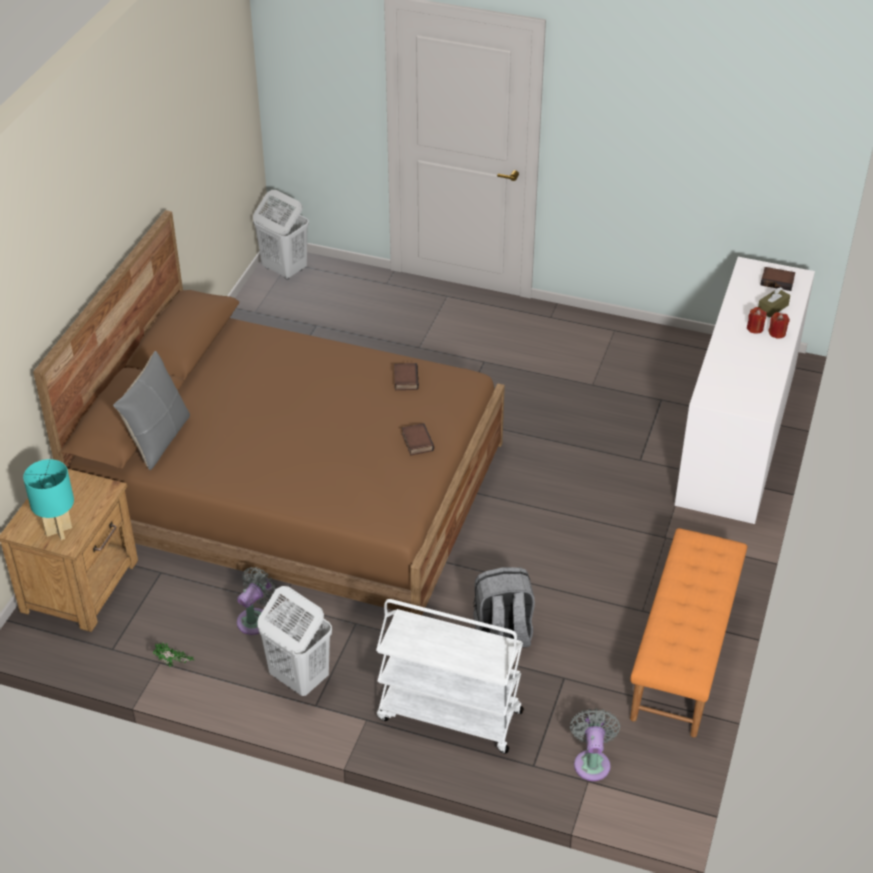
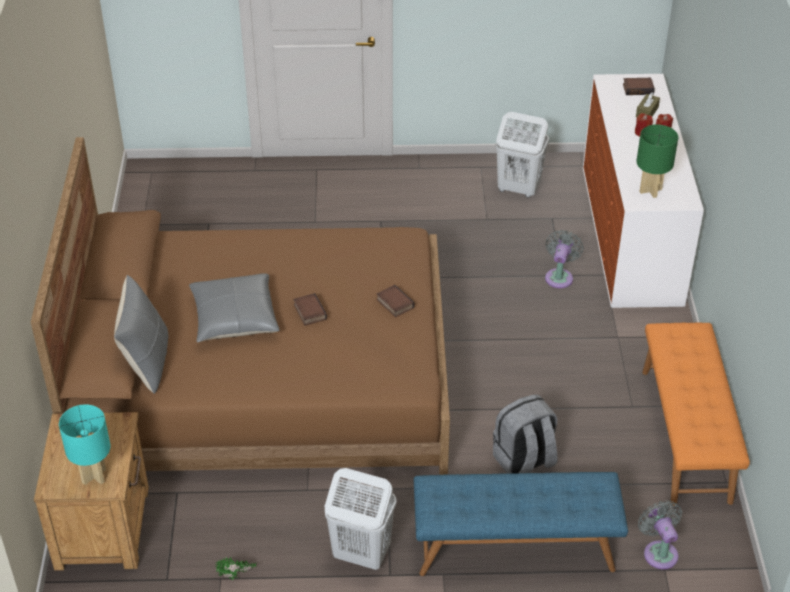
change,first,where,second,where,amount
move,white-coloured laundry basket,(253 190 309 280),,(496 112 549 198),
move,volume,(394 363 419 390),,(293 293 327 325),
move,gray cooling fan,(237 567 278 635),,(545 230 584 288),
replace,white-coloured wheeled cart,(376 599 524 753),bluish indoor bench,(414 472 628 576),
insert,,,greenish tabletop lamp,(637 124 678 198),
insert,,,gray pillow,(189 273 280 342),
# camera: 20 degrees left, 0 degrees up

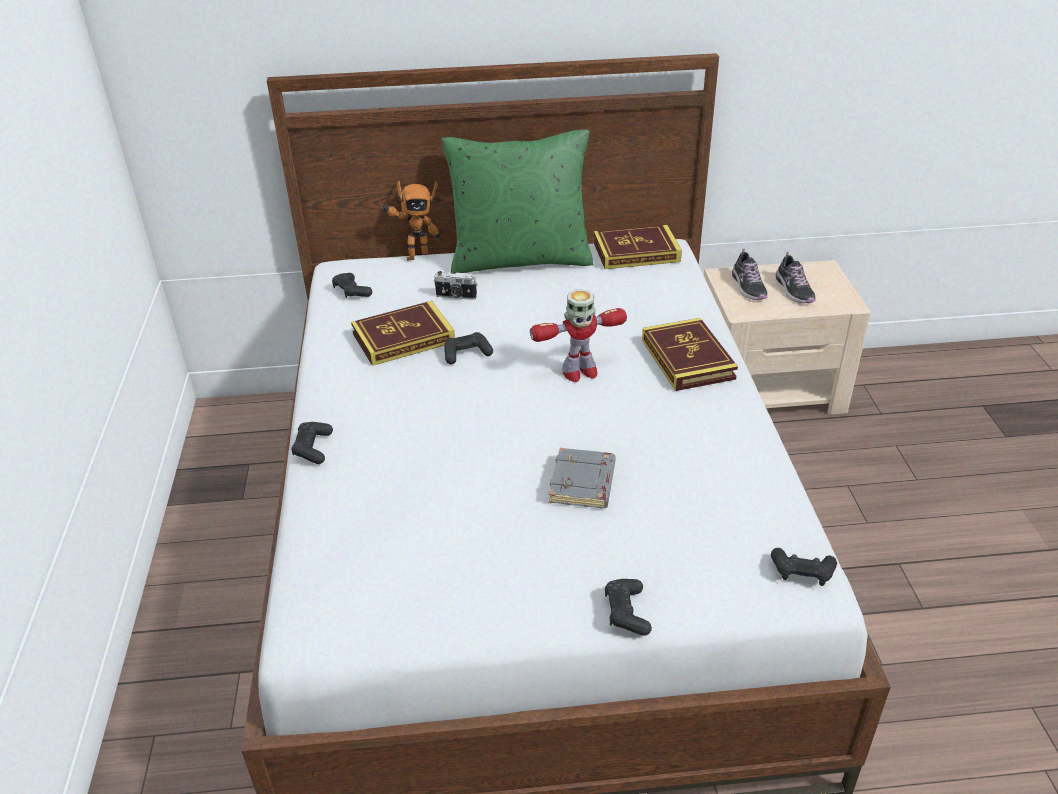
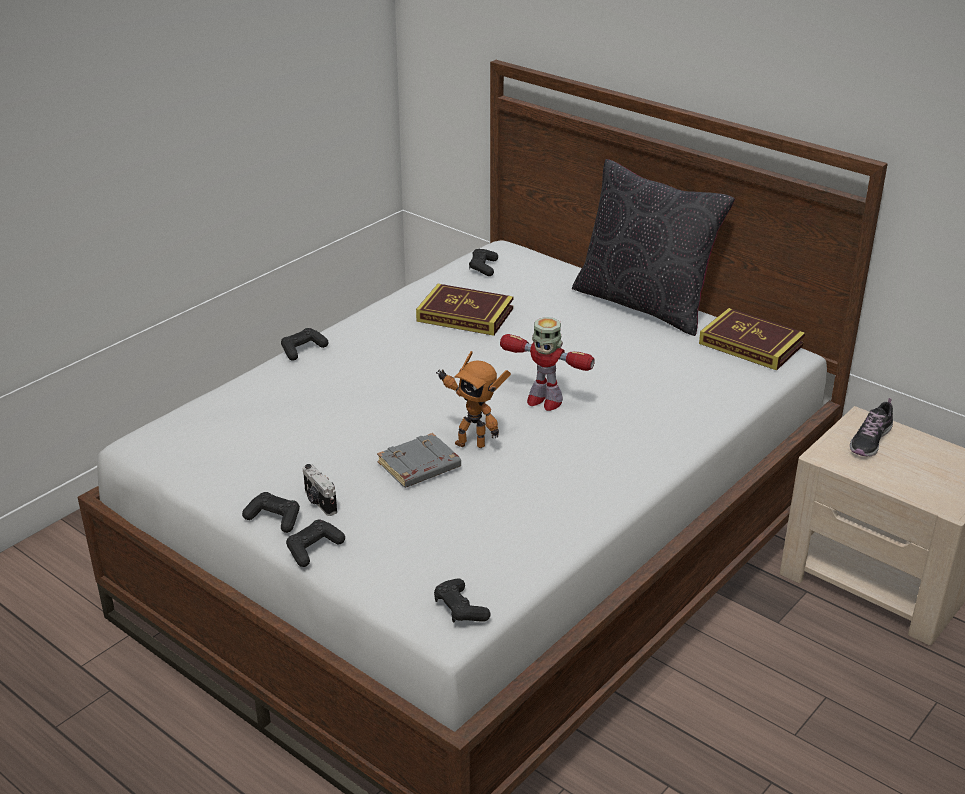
change,first,where,second,where,amount
recolor,greenish pillow,(442 129 593 274),black pillow,(572 159 735 336),
move,model robot,(380 181 440 261),,(436 351 511 448),
delete,shoe,(776 252 816 303),,,
move,still camera,(434 271 477 300),,(303 464 337 516),
delete,volume,(642 318 738 391),,,
move,black joypad,(445 332 493 364),,(242 492 300 533),
# camera: 45 degrees right, 5 degrees down

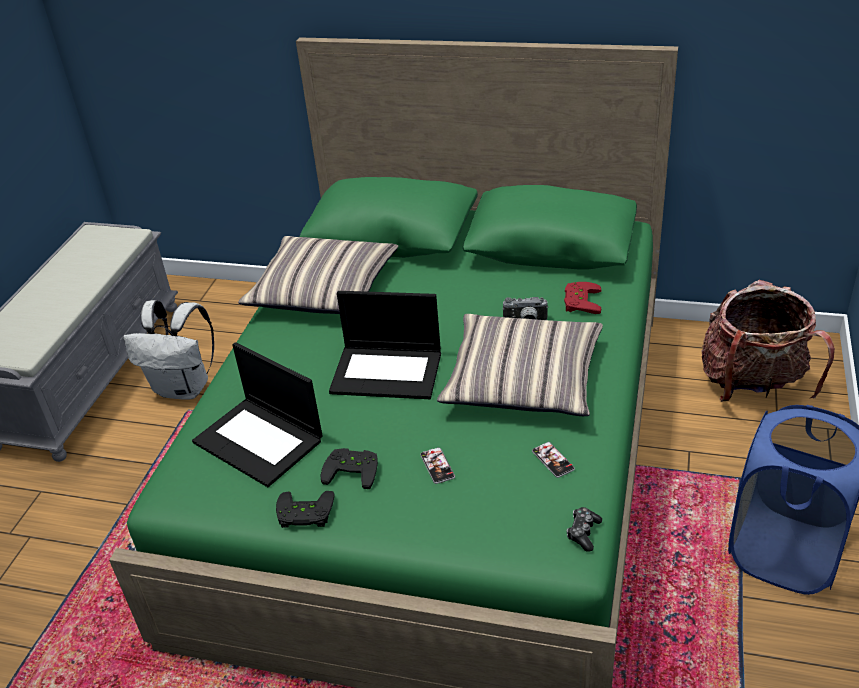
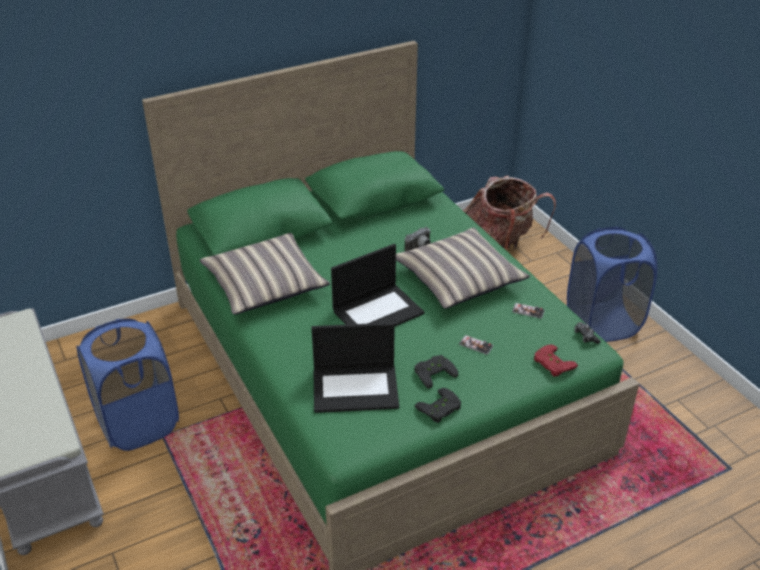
change,first,where,second,where,amount
move,red joypad,(564 282 601 314),,(534 345 578 377),
replace,white-coloured knapsack,(123 300 214 400),bluish laundry basket,(76 318 179 451),
# camera: 45 degrees left, 0 degrees up

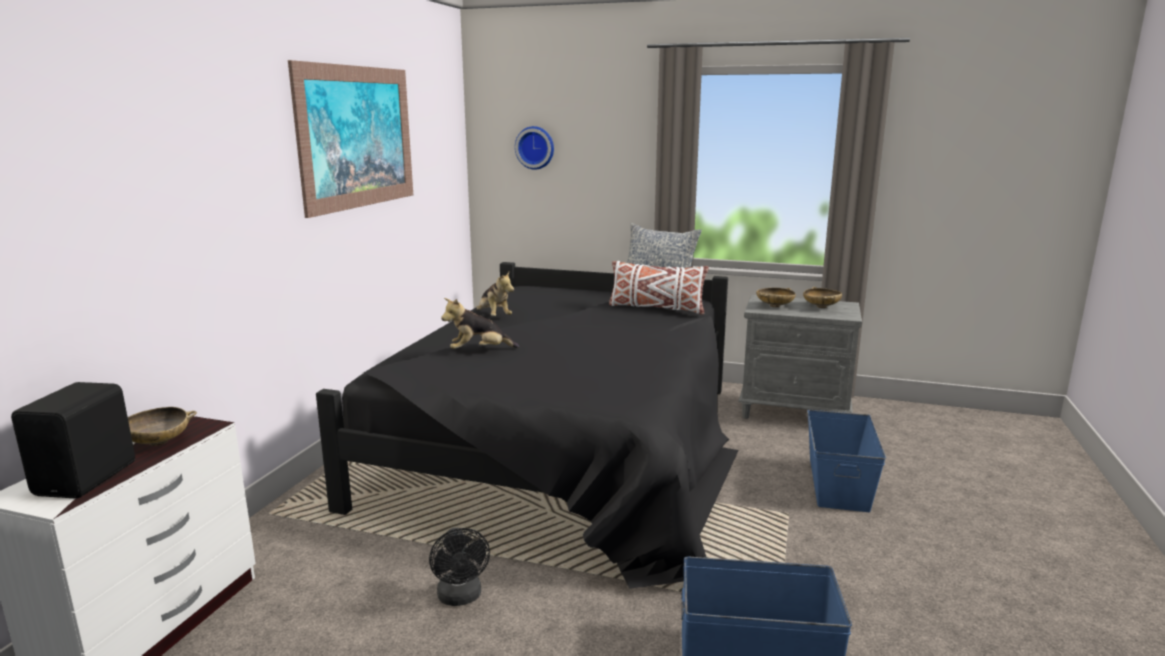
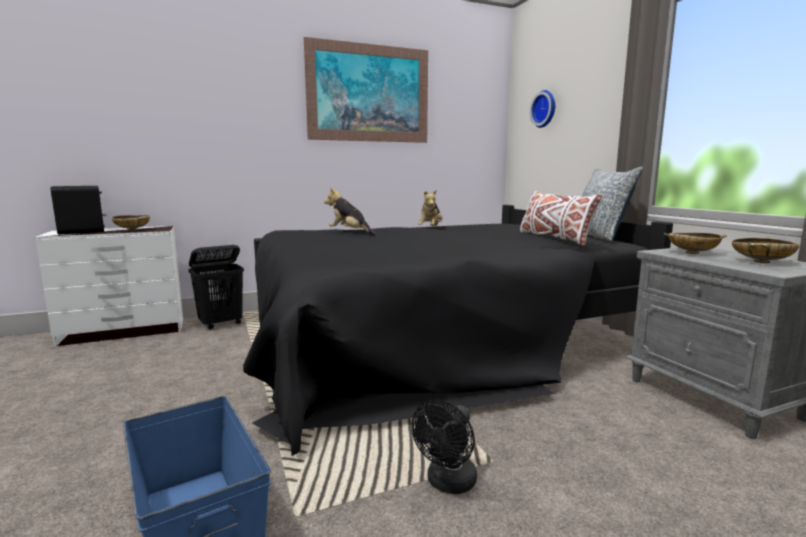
change,first,where,second,where,amount
delete,bluish storage container,(807 410 886 512),,,
move,black cooling fan,(429 528 490 606),,(411 400 477 494),
insert,,,black laundry basket,(188 245 244 329),
# camera: 50 degrees right, 5 degrees down

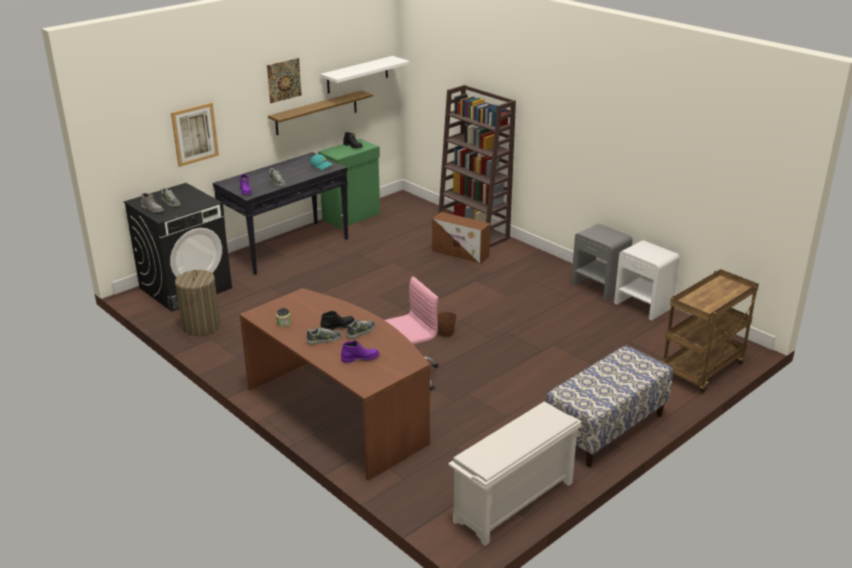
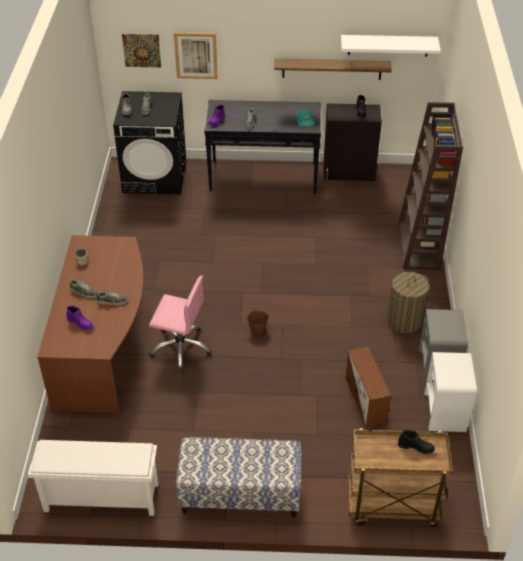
change,first,where,second,where,amount
move,picture,(267 58 302 103),,(122 34 161 68),
recolor,greenish cupboard,(318 139 380 229),black cupboard,(323 103 382 181),
move,brownish storage container,(432 212 490 263),,(346 347 391 427),
move,laundry basket,(175 270 220 336),,(387 272 429 333),
move,black tall boot,(321 311 355 331),,(398 430 435 454),
# camera: 45 degrees right, 15 degrees up

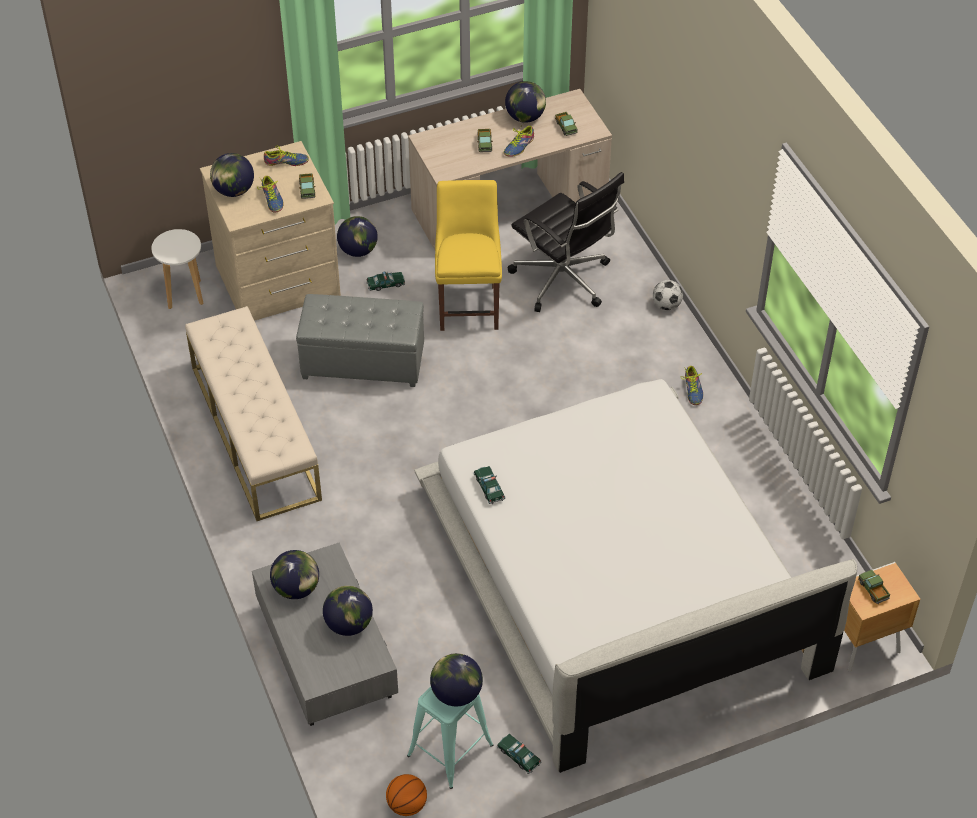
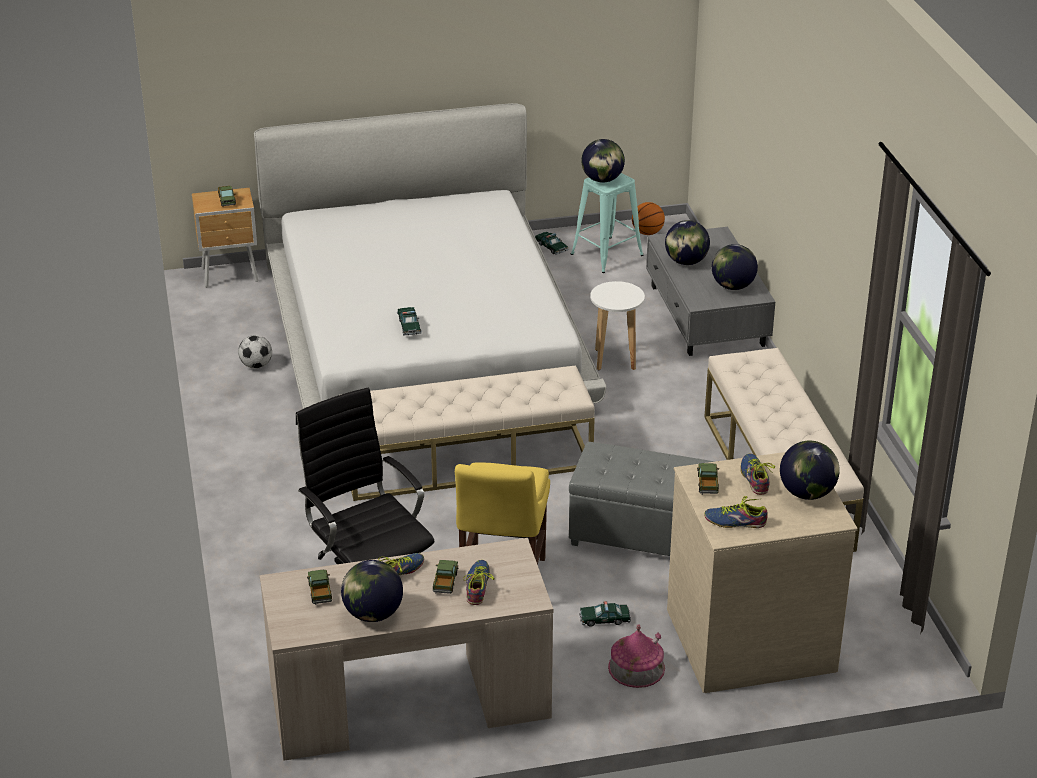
change,first,where,second,where,amount
replace,desk globe,(337 216 378 257),toy house,(608 624 665 688),
move,white-coloured stool seat,(151 229 204 309),,(590 281 645 370),
move,football ball,(653 280 683 310),,(238 335 272 369),
move,shoe,(681 366 703 405),,(463 560 495 605),
move,toy car,(473 466 506 504),,(397 307 422 335),
insert,,,sand-coloured indoor bench,(341 365 595 501),
# camera: 170 degrees left, 15 degrees down

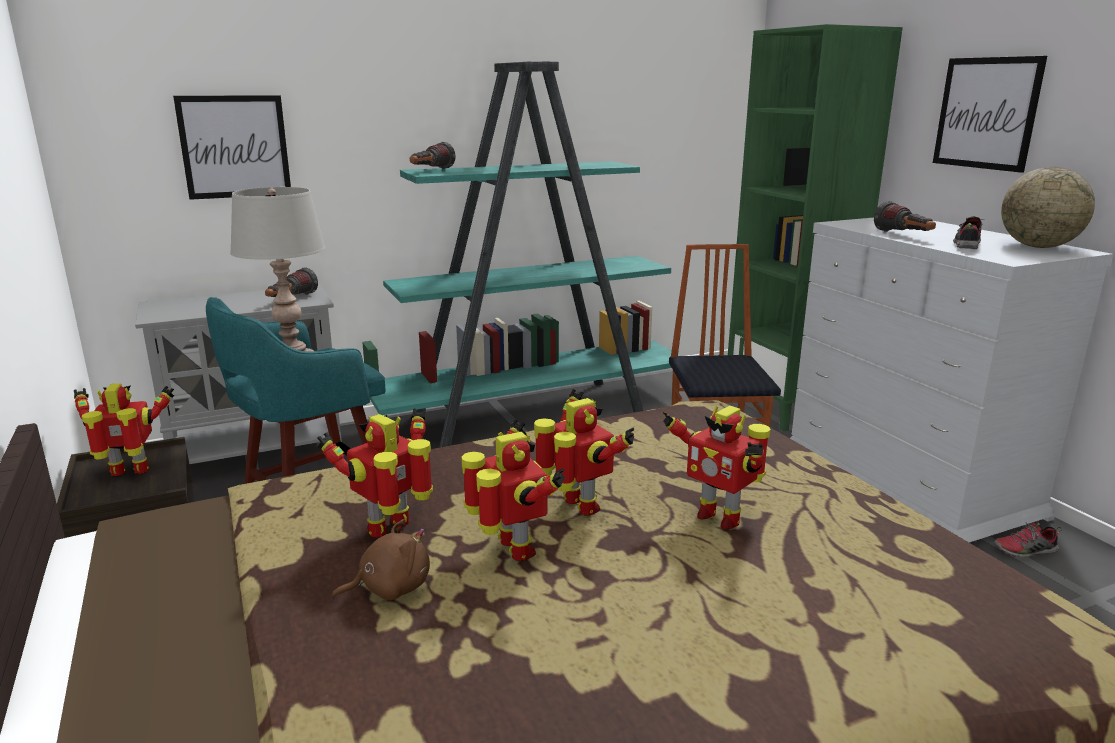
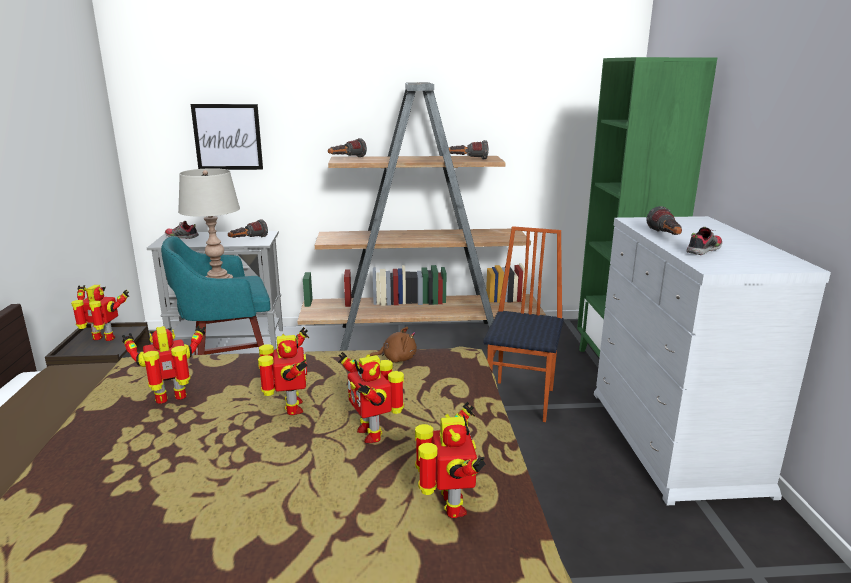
change,first,where,second,where,amount
delete,picture,(933 56 1047 173),,,
recolor,turquoise bookshelf,(362 62 681 448),brownish bookshelf,(297 82 546 351),
delete,desk globe,(1001 167 1095 248),,,
move,model robot,(462 419 565 561),,(415 401 486 518),
move,brownish soft toy,(331 519 430 600),,(369 327 417 363),
move,shoe,(993 522 1062 558),,(165 221 199 239),
insert,,,torch,(449 140 489 160),
# camera: 20 degrees right, 0 degrees up

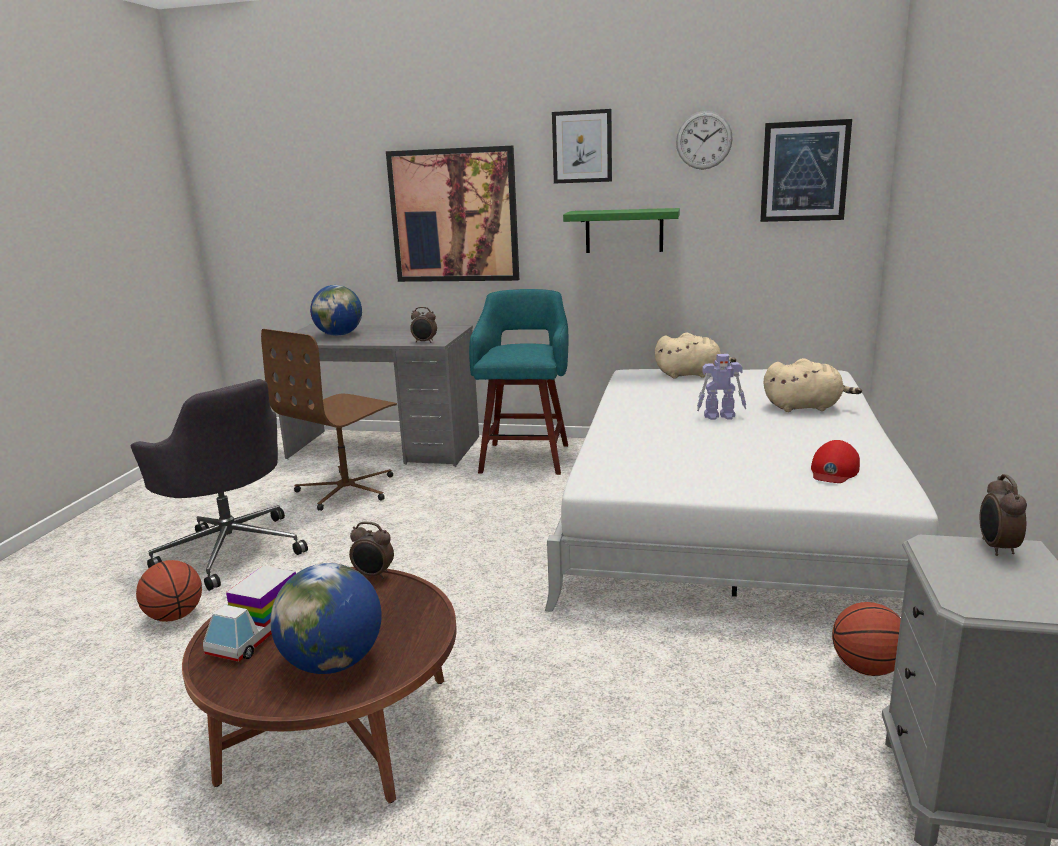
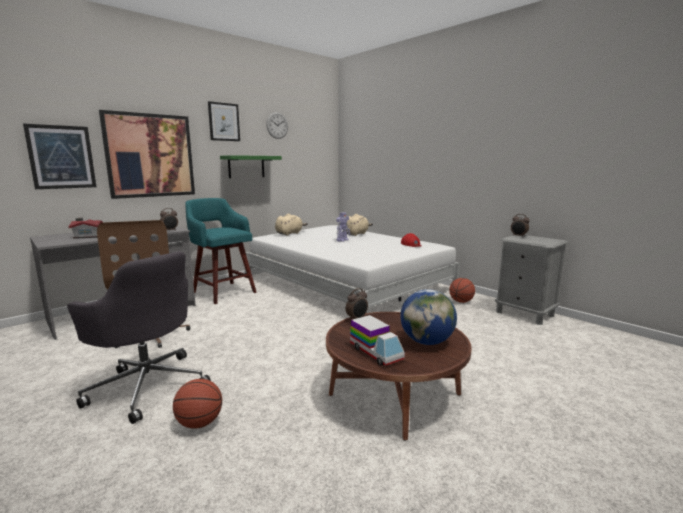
change,first,where,second,where,amount
move,picture,(760 119 852 222),,(23 124 96 189),
replace,desk globe,(310 285 362 336),toy house,(68 218 104 239),
rotate,gray desk chair,(131 379 308 591),,(67 251 211 424),45 degrees clockwise
# camera: 55 degrees left, 5 degrees down

